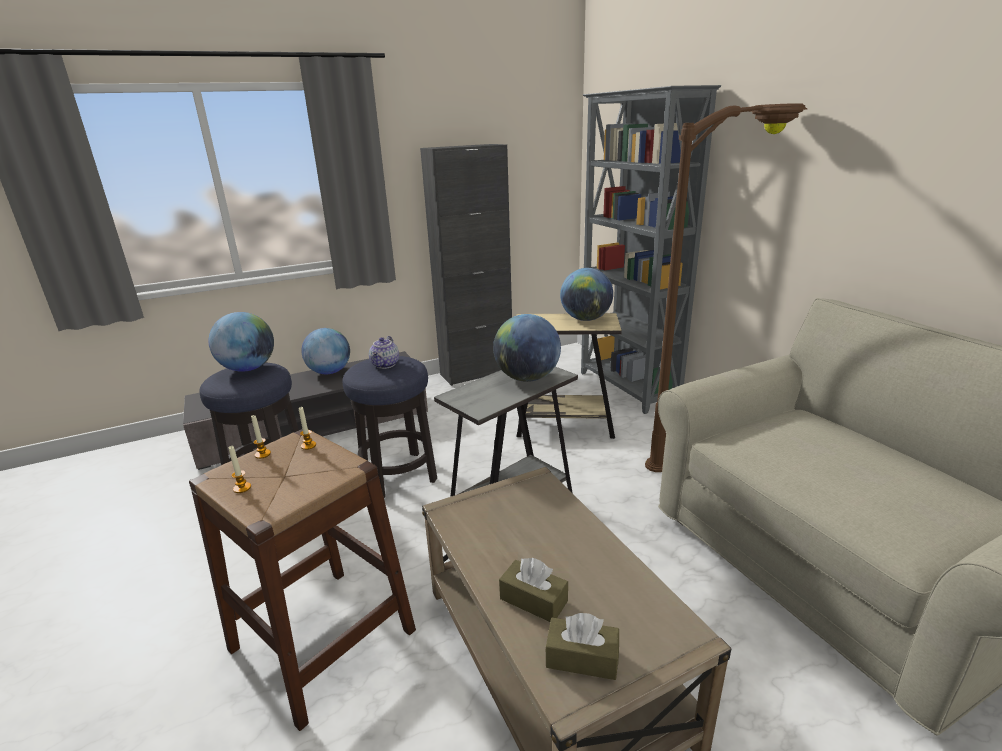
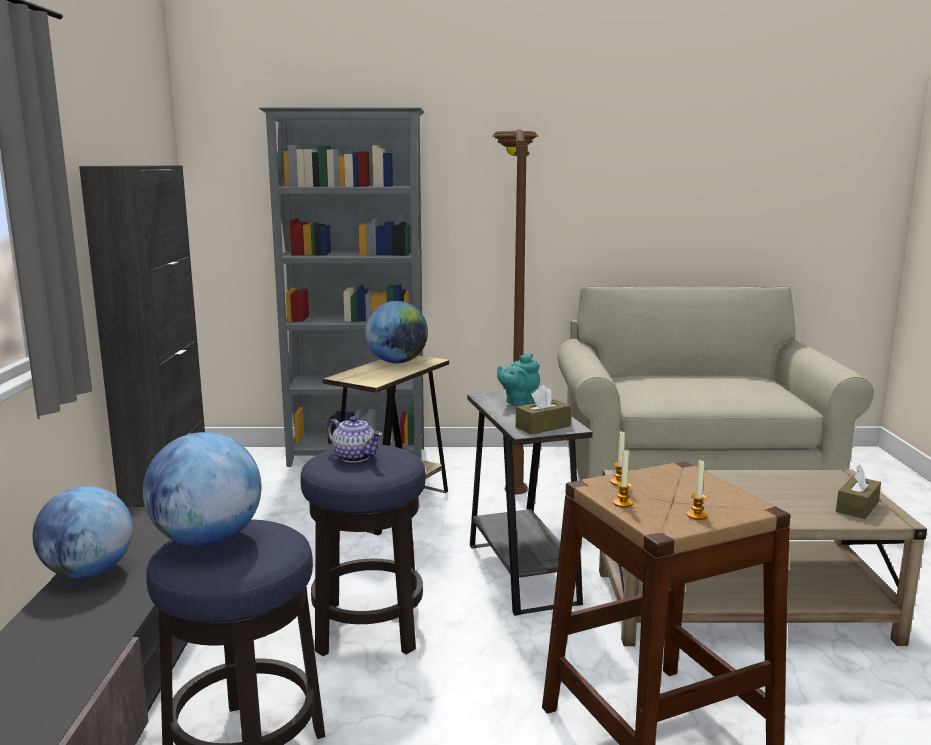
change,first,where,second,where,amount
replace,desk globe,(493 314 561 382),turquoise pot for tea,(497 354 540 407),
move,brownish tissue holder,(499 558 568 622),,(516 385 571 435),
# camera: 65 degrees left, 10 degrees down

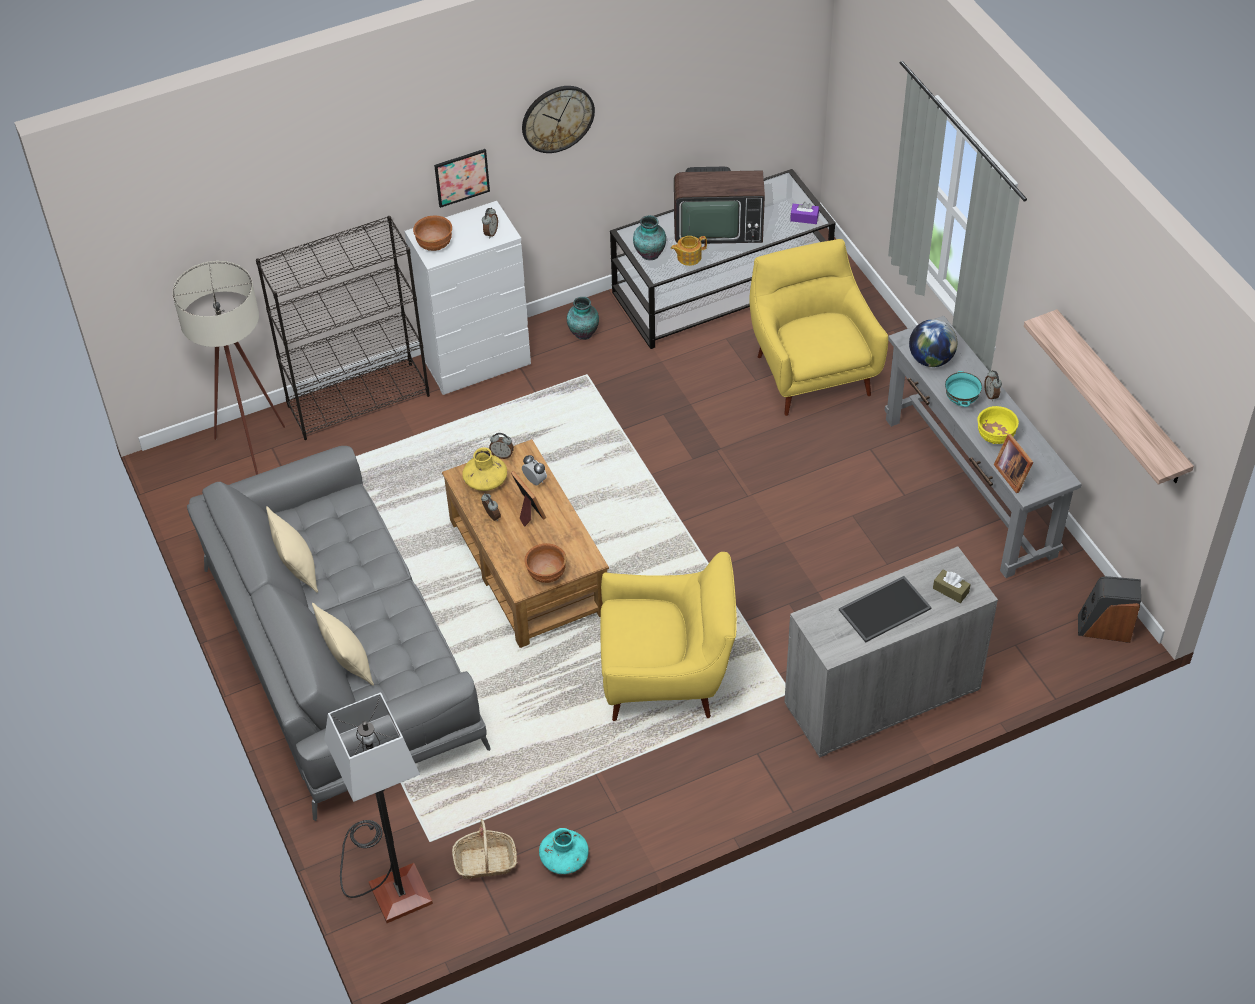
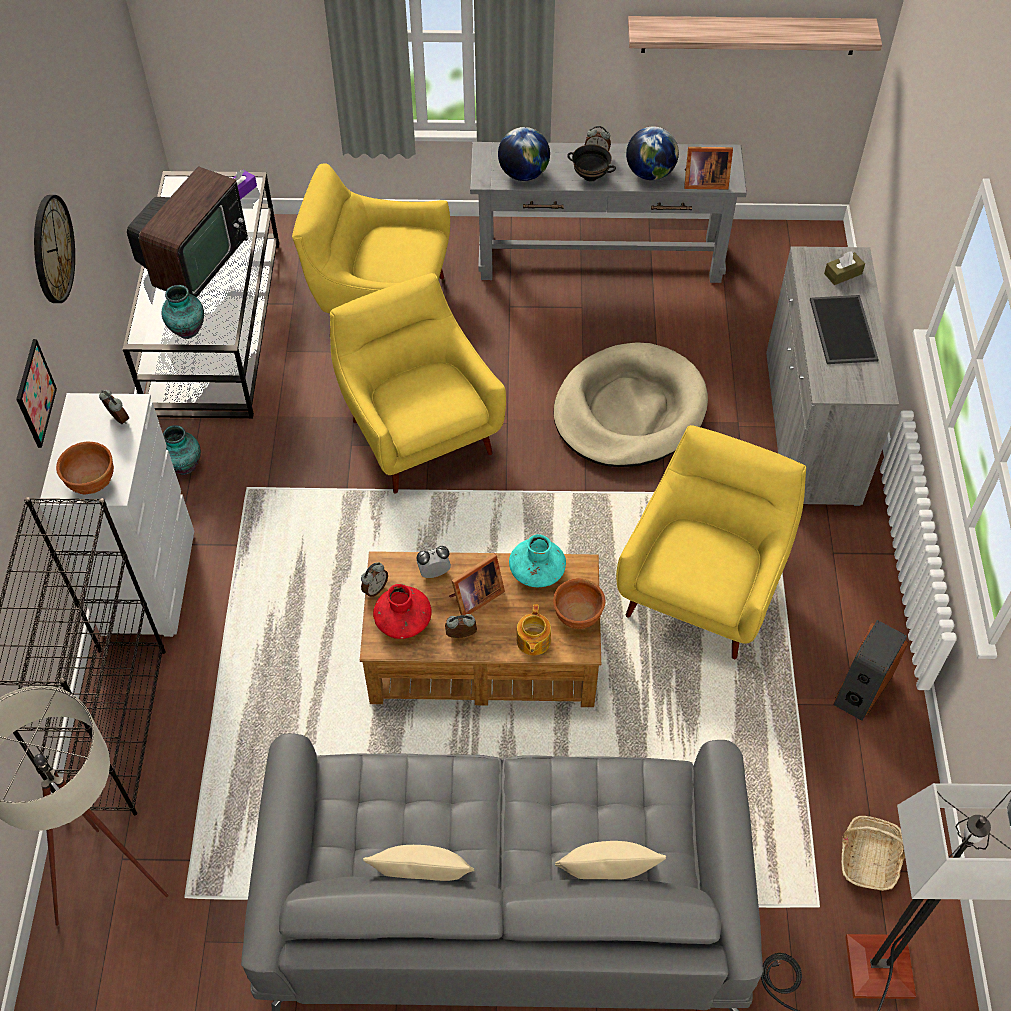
change,first,where,second,where,amount
move,pot for tea,(671 236 707 266),,(517 604 551 656),
recolor,turquoise bowl,(945 371 982 407),black bowl,(567 144 616 182),
replace,yellow-coloured bowl,(977 406 1019 444),desk globe,(626 126 679 180),
recolor,yellow-coloured decorative vase,(462 447 507 491),red decorative vase,(373 584 432 639),
rotate,photo frame,(511 471 546 527),,(449 554 505 615),150 degrees clockwise
move,audio speaker,(1078 576 1141 643),,(833 620 909 721),
move,turquoise decorative vase,(539 828 589 874),,(509 534 566 587),
insert,,,yellow-coloured armchair,(330 273 506 493),
insert,,,sand-coloured dog bed,(553 342 708 467),
# camera: 65 degrees left, 5 degrees up

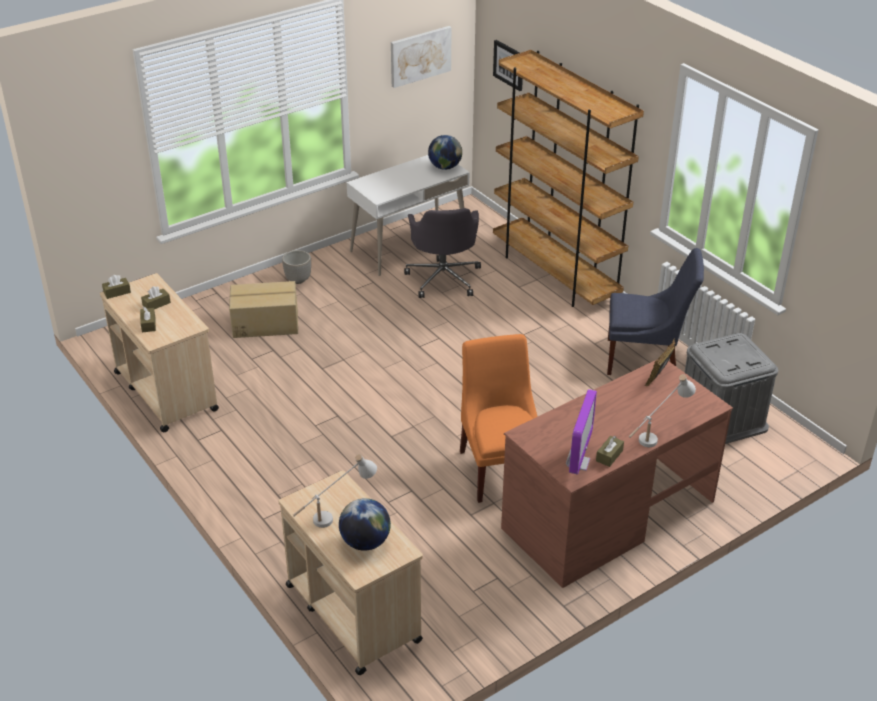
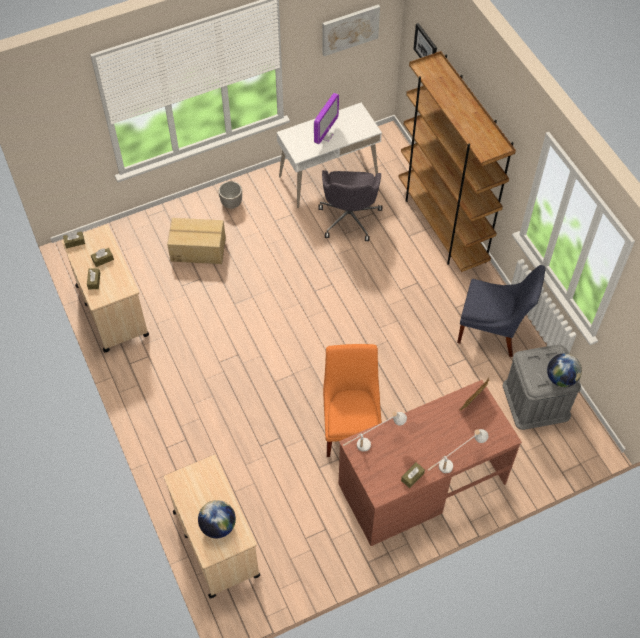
change,first,where,second,where,amount
move,desk globe,(428 135 462 170),,(547 353 582 387),
move,monitor,(566 389 597 474),,(314 93 339 144),
move,white-coloured tabletop lamp,(293 454 377 528),,(343 411 407 452),
# camera: 10 degrees right, 20 degrees up

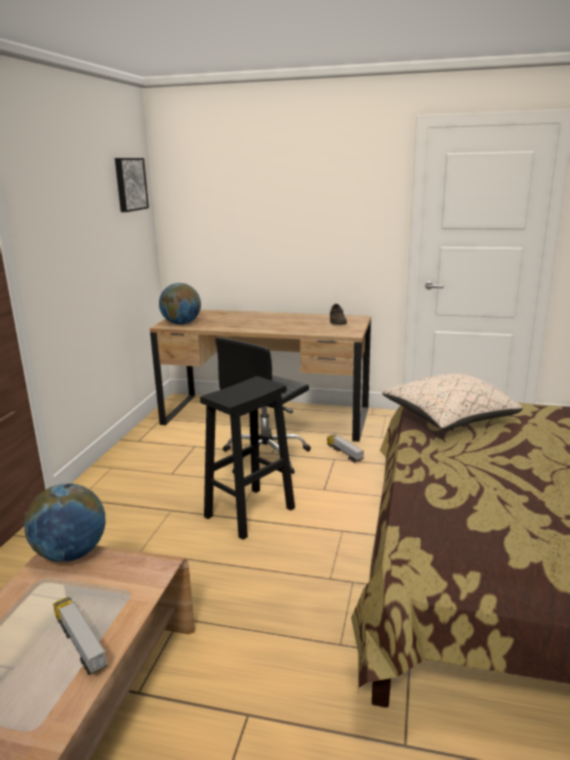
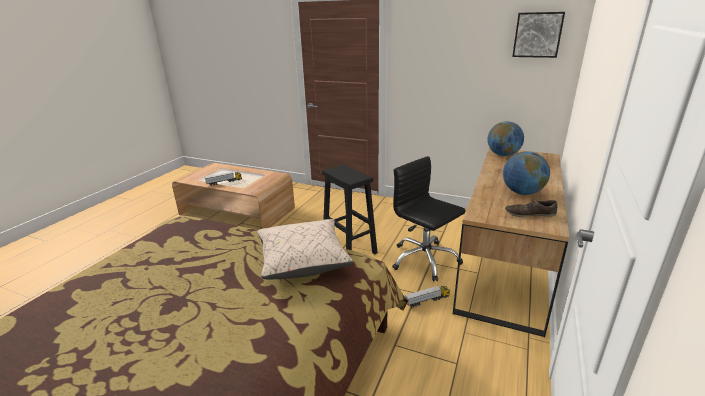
change,first,where,second,where,amount
move,desk globe,(24 483 105 562),,(503 151 550 195),
# camera: 100 degrees right, 5 degrees up

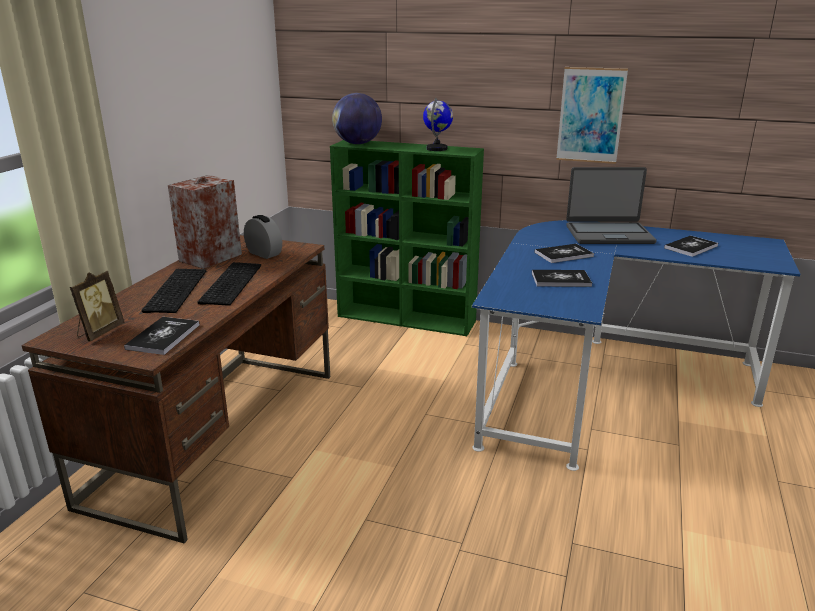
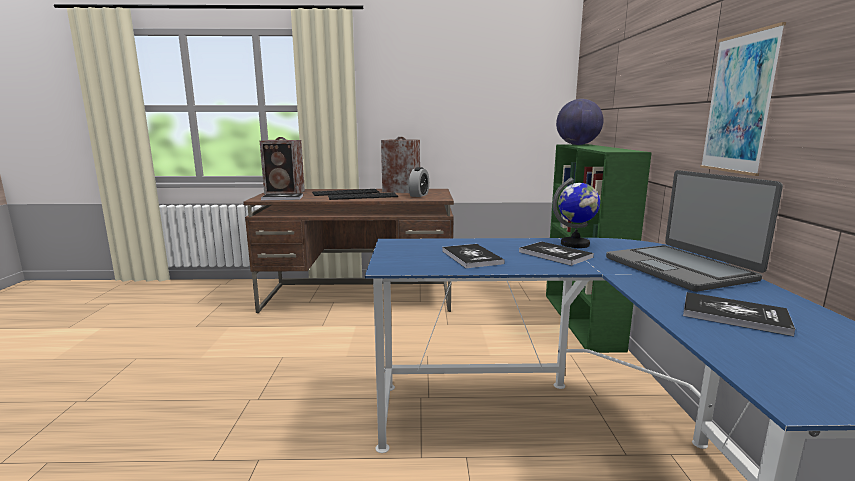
change,first,where,second,where,amount
move,desk globe,(423 98 453 151),,(553 178 600 248),
replace,photo frame,(70 271 124 341),audio speaker,(260 137 305 194),
# camera: 70 degrees right, 10 degrees down

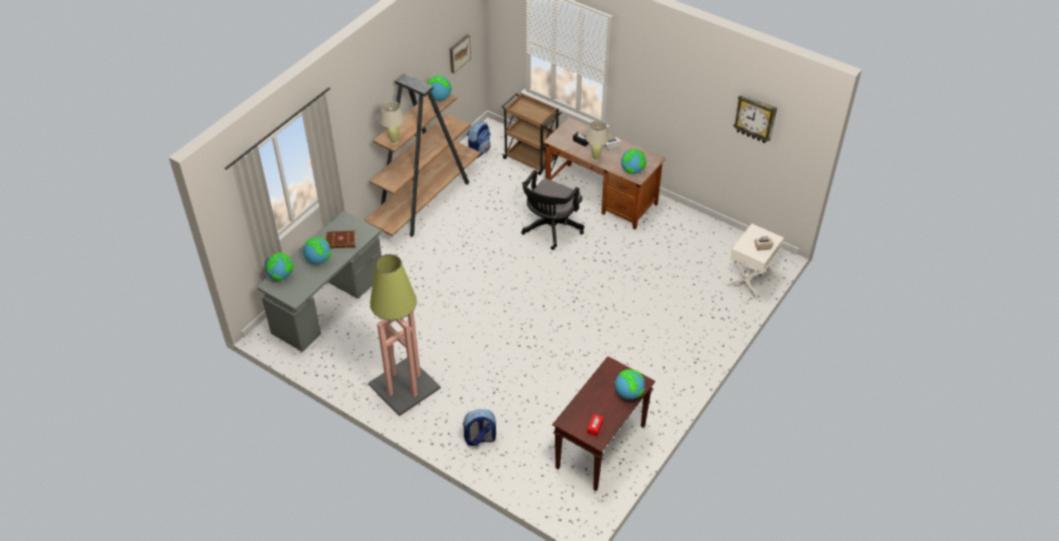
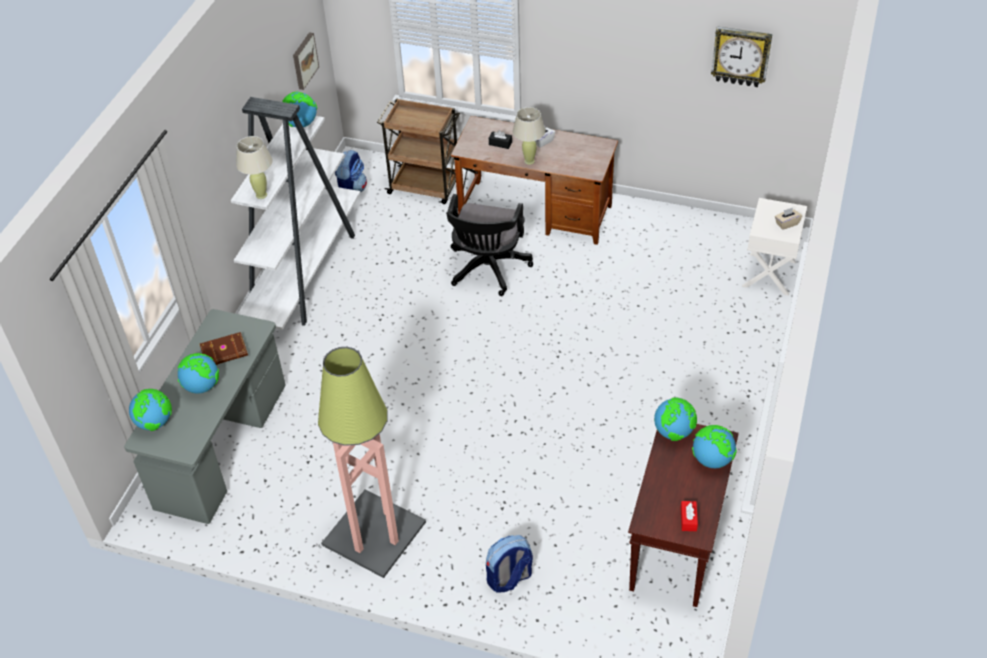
change,first,where,second,where,amount
recolor,brownish bookshelf,(364 74 481 237),white-coloured bookshelf,(231 97 361 330),
move,desk globe,(621 149 646 174),,(654 397 697 441),
# camera: 15 degrees left, 0 degrees up

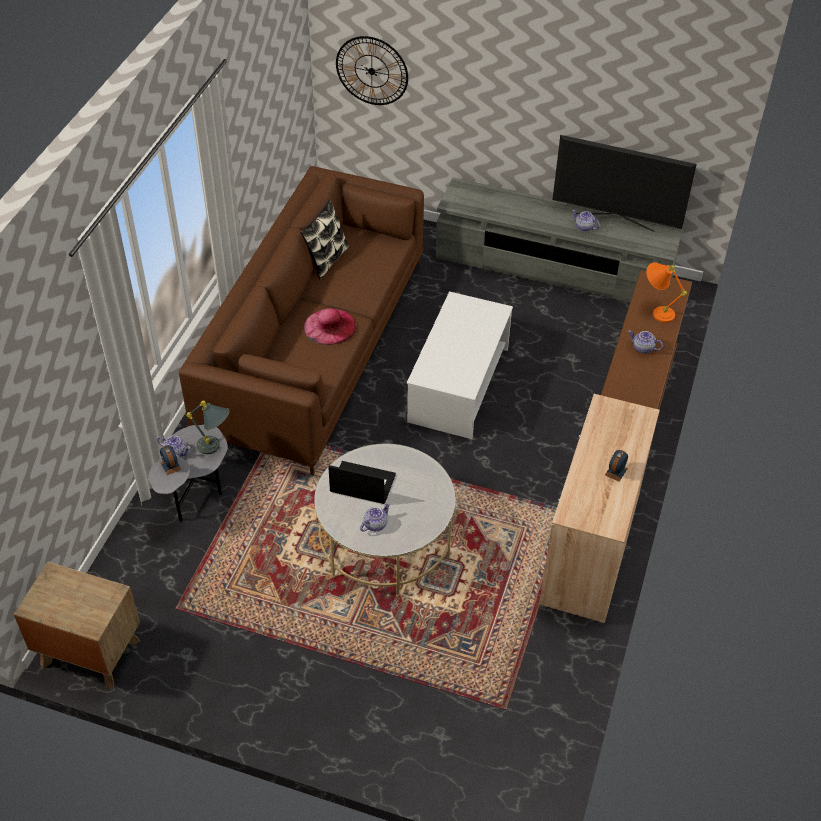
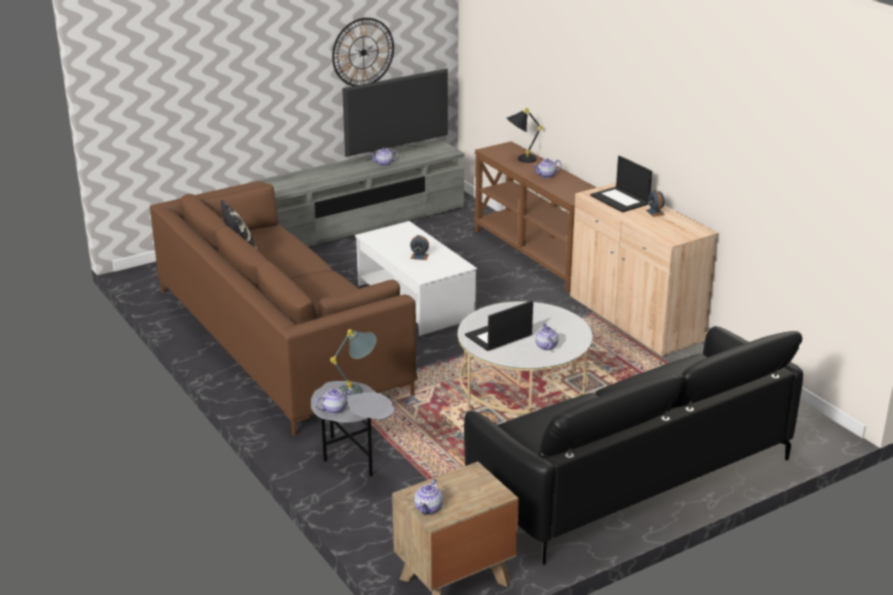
change,first,where,second,where,amount
move,wall clock,(336 36 408 105),,(332 18 394 86),
recolor,orange-coloured tabletop lamp,(647 262 687 323),black tabletop lamp,(507 108 543 163),
delete,pinkish hat,(304 308 356 345),,,
move,bedside clock,(160 445 181 475),,(410 235 429 260),
insert,,,notebook computer,(590 156 652 212),
insert,,,black couch,(464 326 803 565),
insert,,,pot for tea,(414 479 443 514),
# camera: 50 degrees left, 20 degrees down

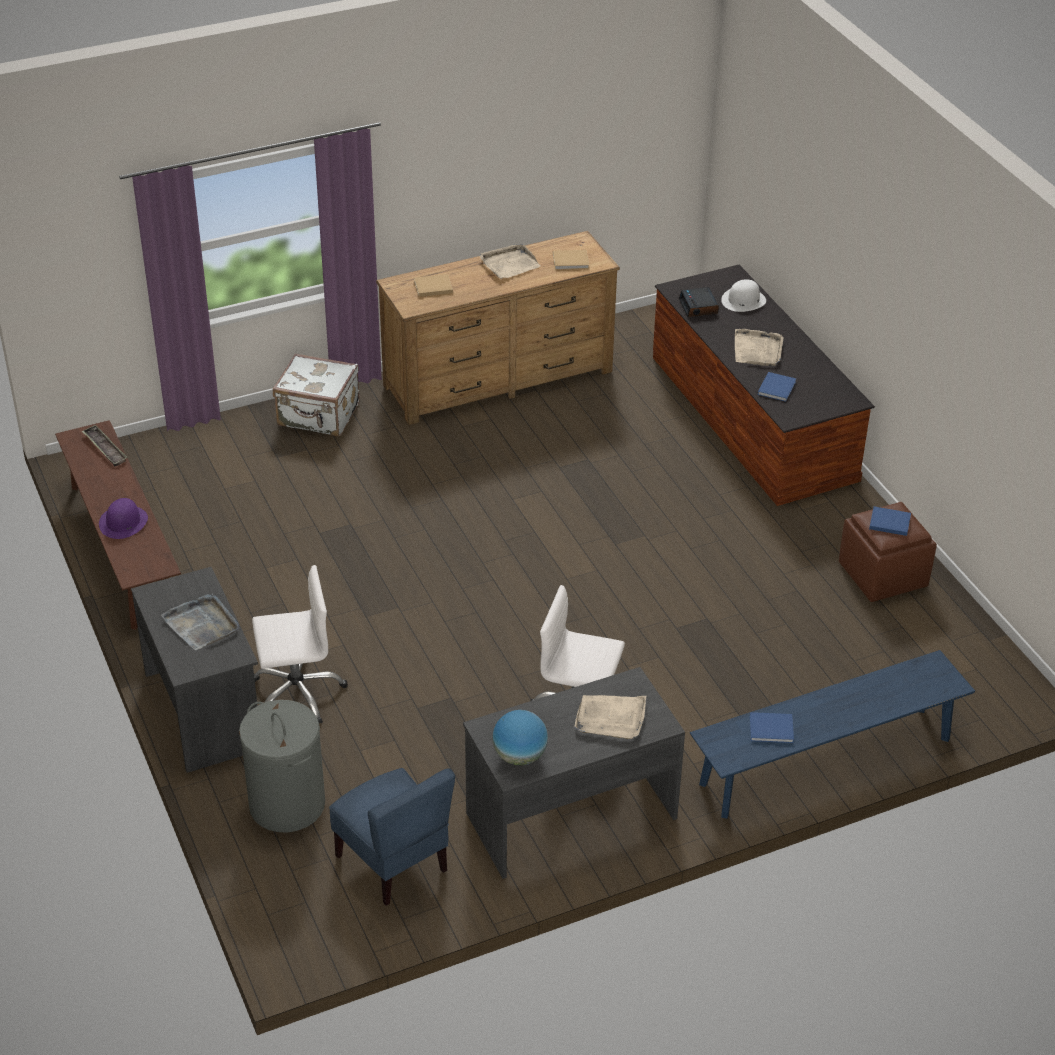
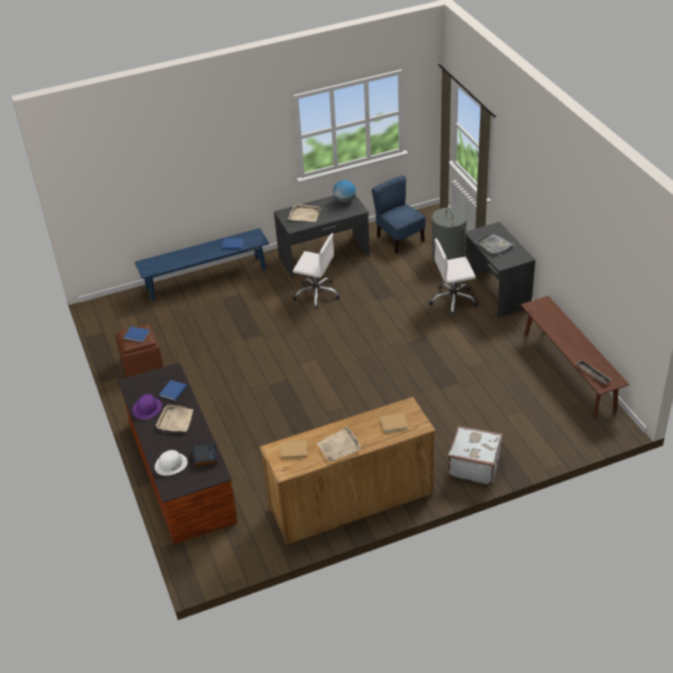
change,first,where,second,where,amount
move,purple-coloured hat,(99 498 148 539),,(133 394 162 420),
# camera: 175 degrees left, 0 degrees up

